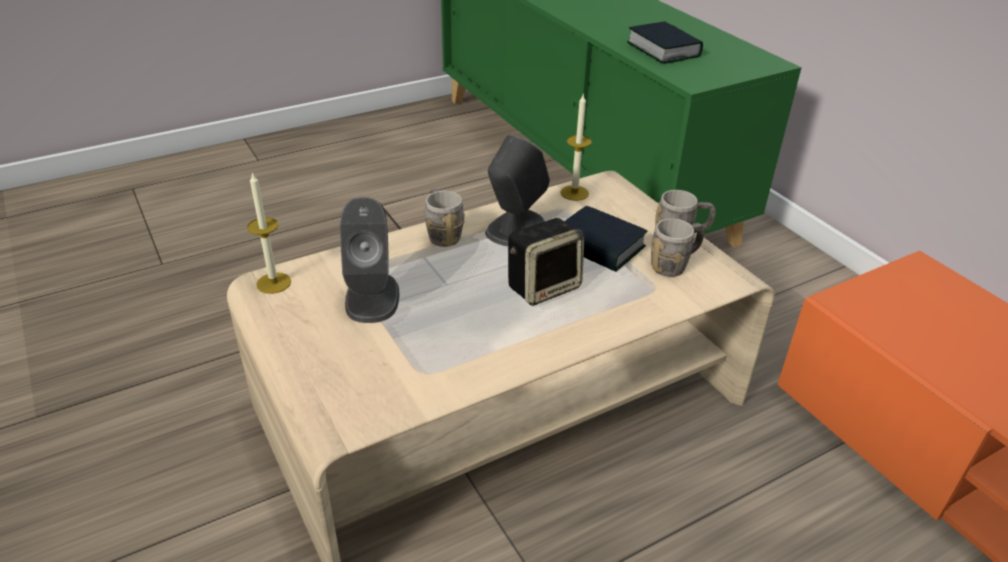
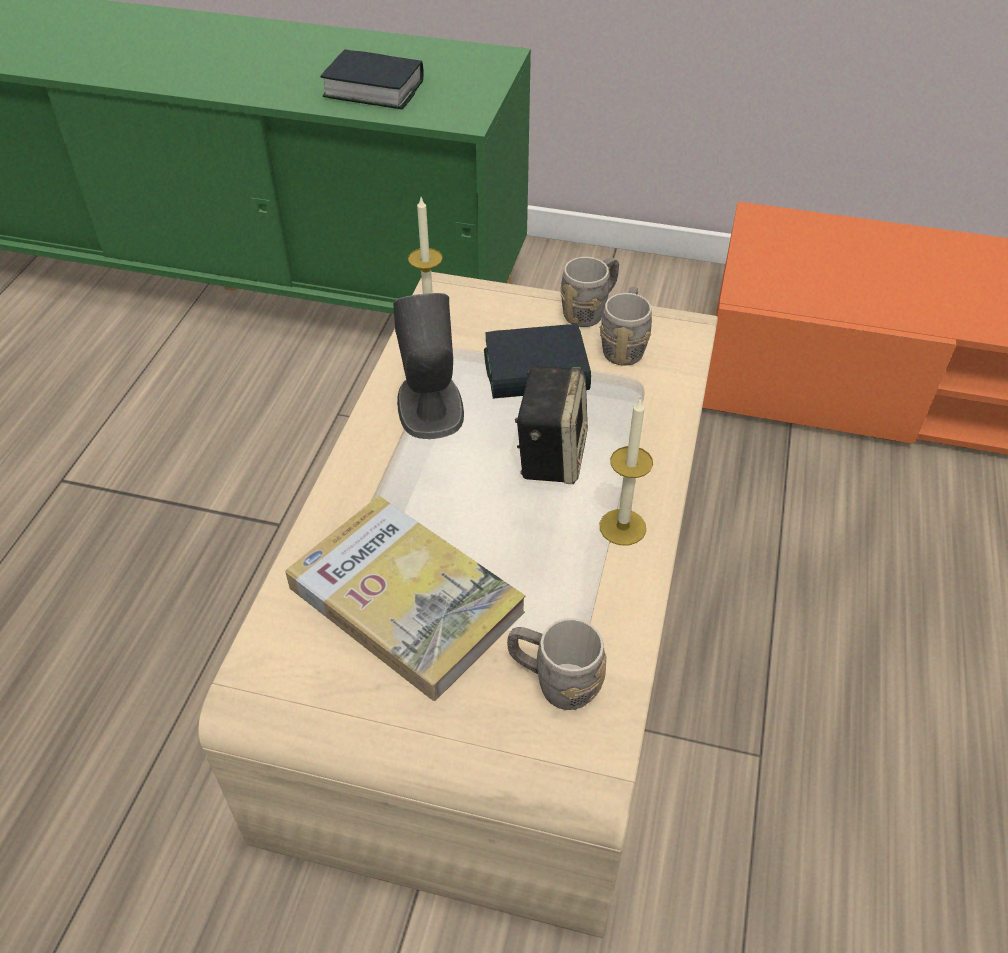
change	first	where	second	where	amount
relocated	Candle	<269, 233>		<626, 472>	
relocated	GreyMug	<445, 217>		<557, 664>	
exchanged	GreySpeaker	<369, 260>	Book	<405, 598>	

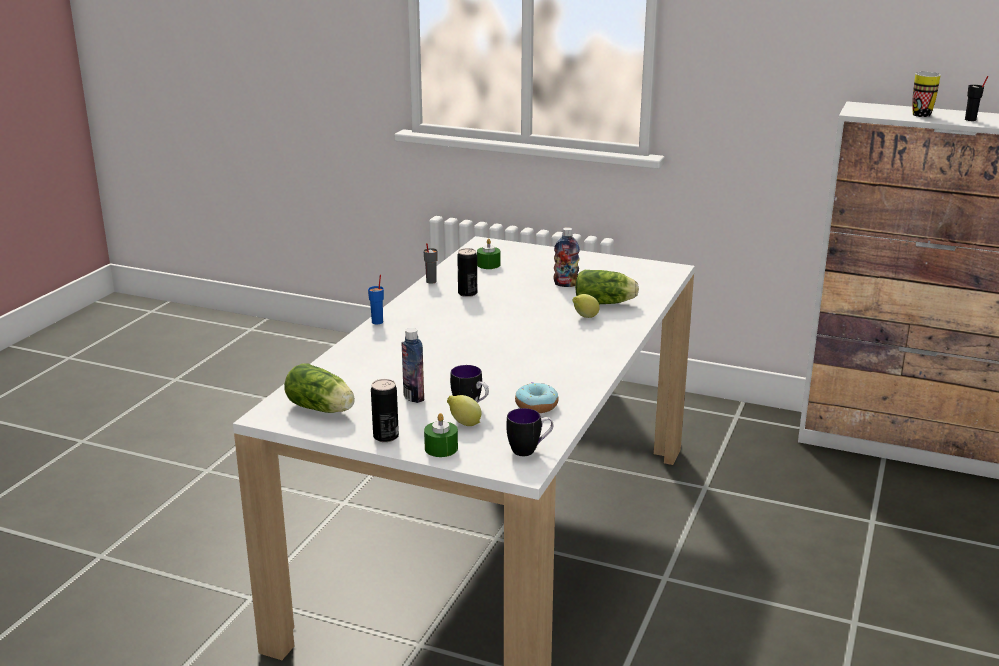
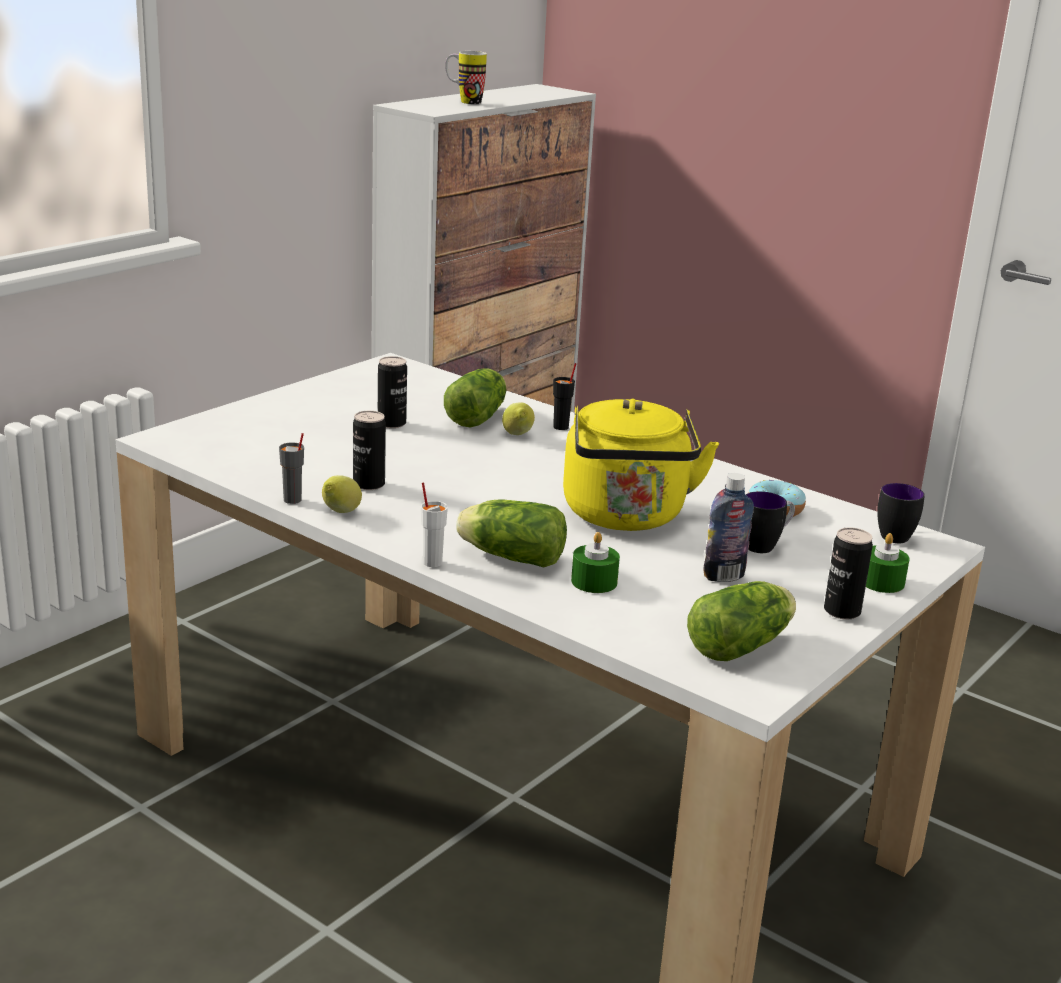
change	first	where	second	where	amount
appeared			Lettuce	<511, 533>	
appeared			YellowKettle	<641, 465>	
relocated	Lemon	<464, 410>		<342, 494>	
relocated	GreenCandle	<488, 253>		<595, 562>	
relocated	BlackCup	<976, 98>		<565, 396>	
exchanged	Bottle	<566, 257>	Can	<392, 392>	
colour	BlueCup	<376, 299>	WhiteCup	<434, 524>	

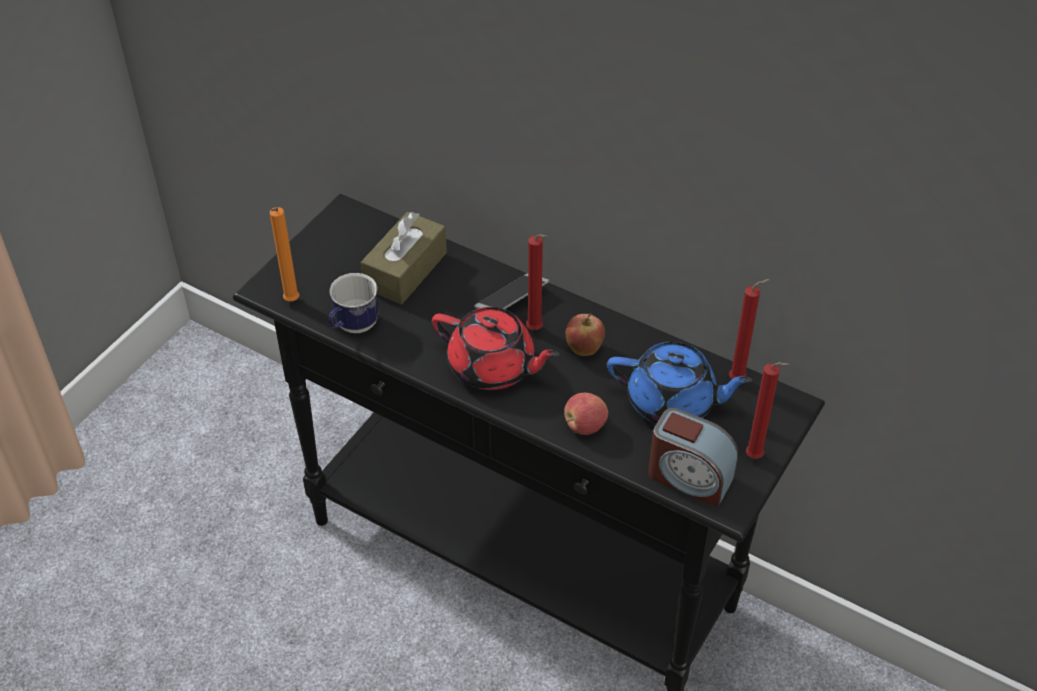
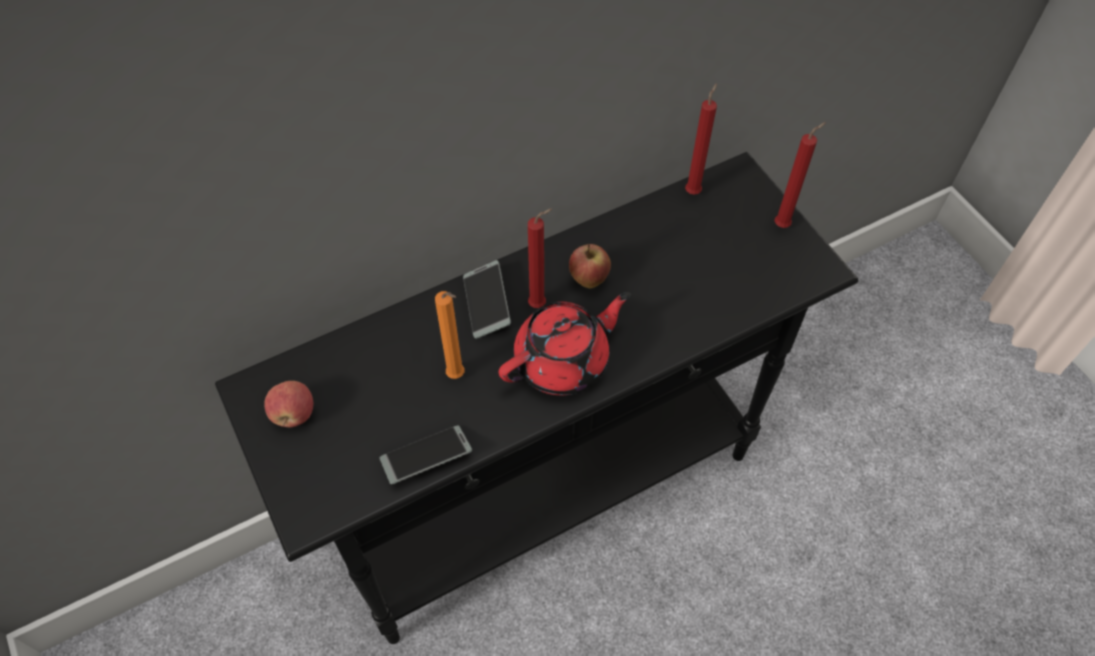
change	first	where	second	where	amount
missing	BrownTissueBox	<404, 257>			
missing	BlueTeapot	<680, 382>			
missing	AlarmClock	<693, 457>			
relocated	OrangeCandle	<284, 254>		<449, 335>	
relocated	Apple	<586, 414>		<288, 404>	
exchanged	Mug	<354, 303>	Phone	<426, 455>	

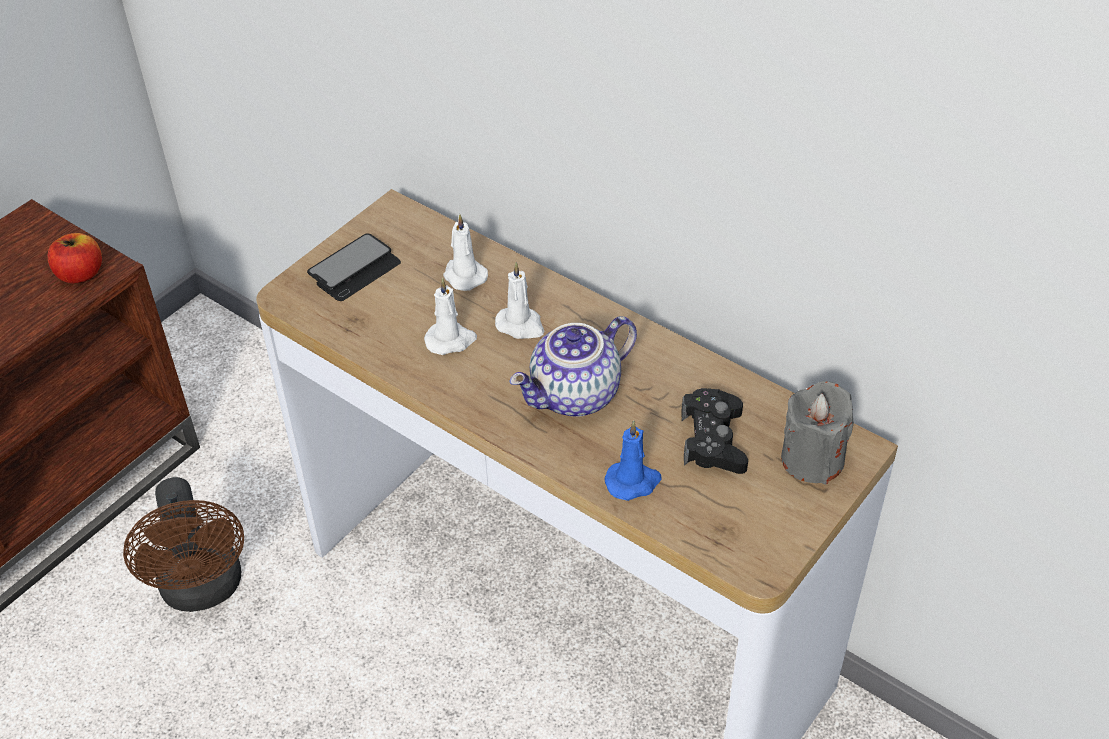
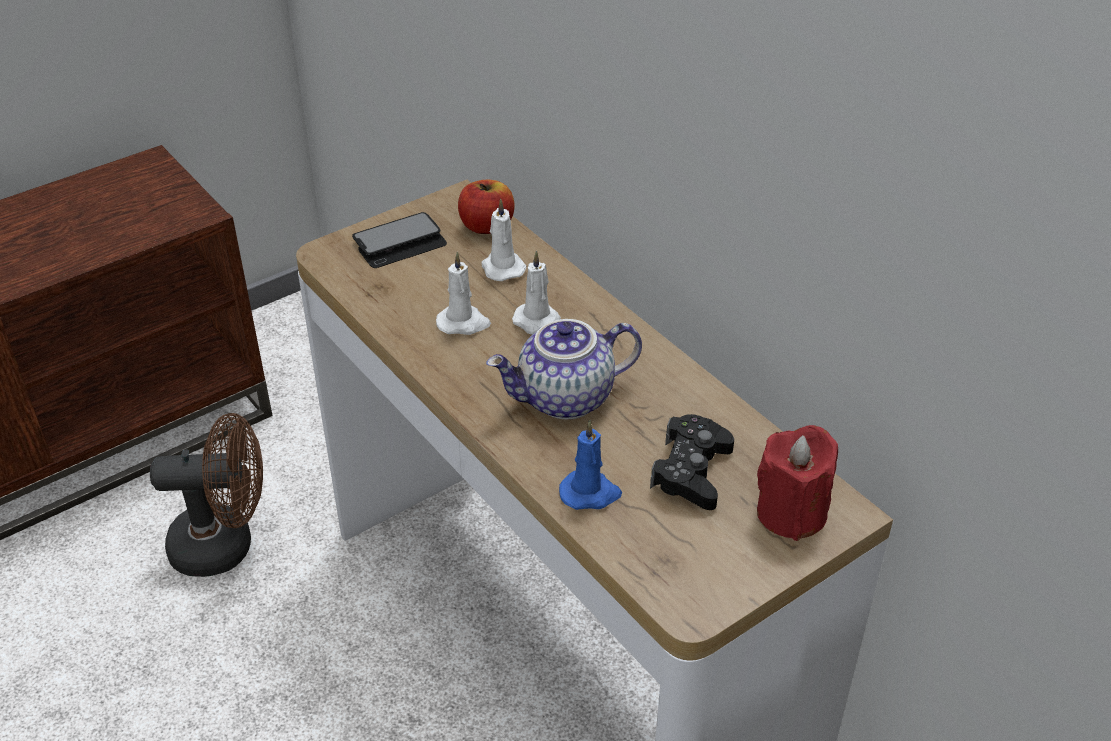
change	first	where	second	where	amount
relocated	Apple	<75, 258>		<486, 207>	
colour	GreyCandle	<817, 432>	RedCandle	<797, 483>	
spun	BrownFan	<183, 544>		<206, 495>	90 degrees counterclockwise

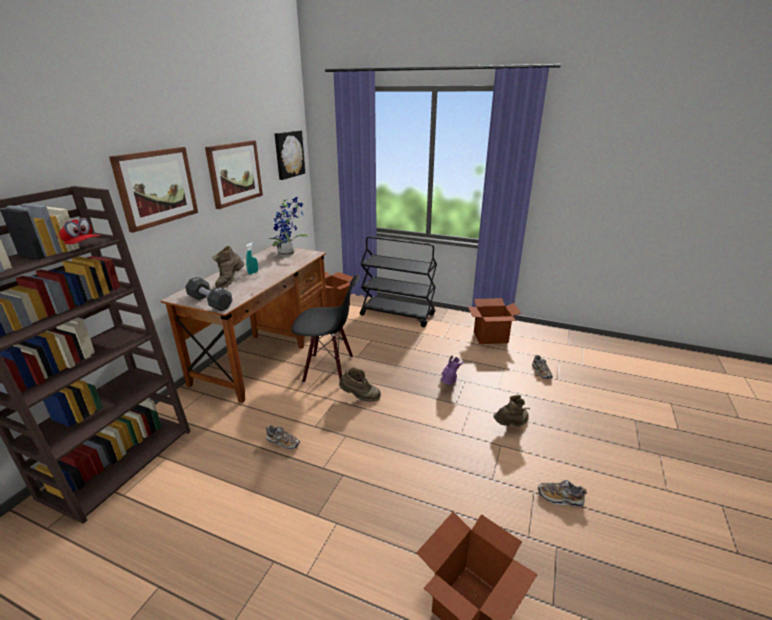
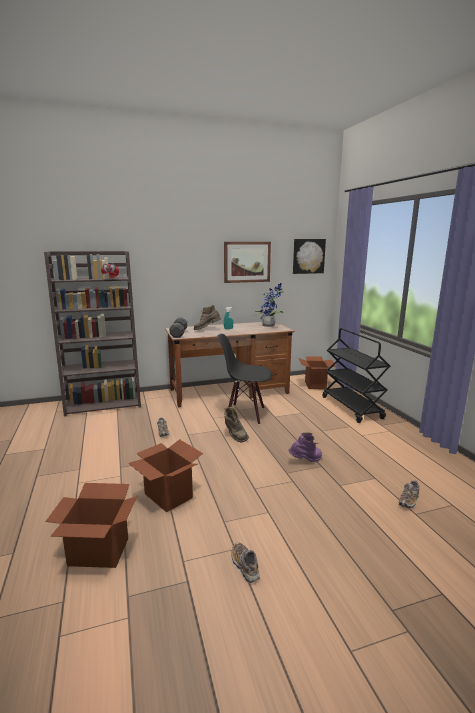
change	first	where	second	where	amount
missing	Picture	<153, 190>			
missing	BrownBoot	<512, 411>			
relocated	CardboardBox	<494, 321>		<165, 475>	
spun	BlackChair	<325, 329>		<244, 379>	135 degrees clockwise

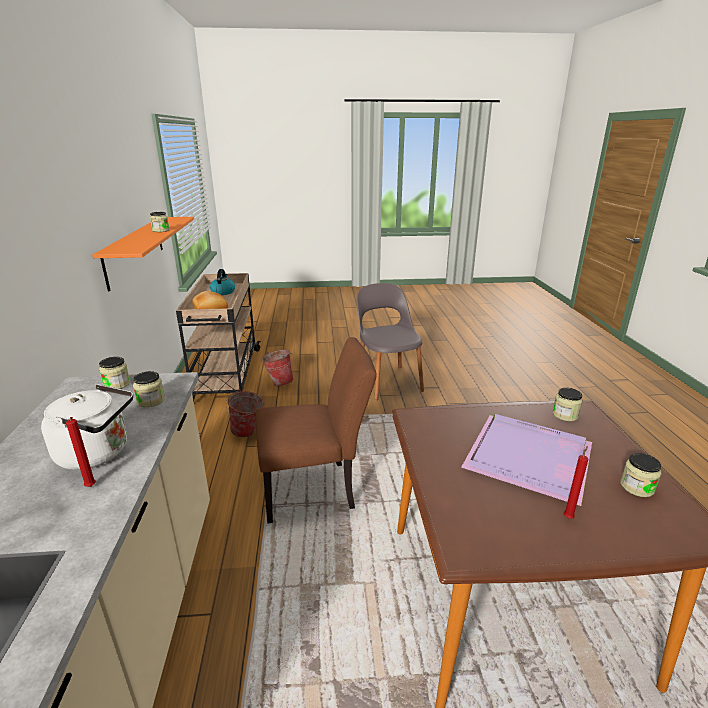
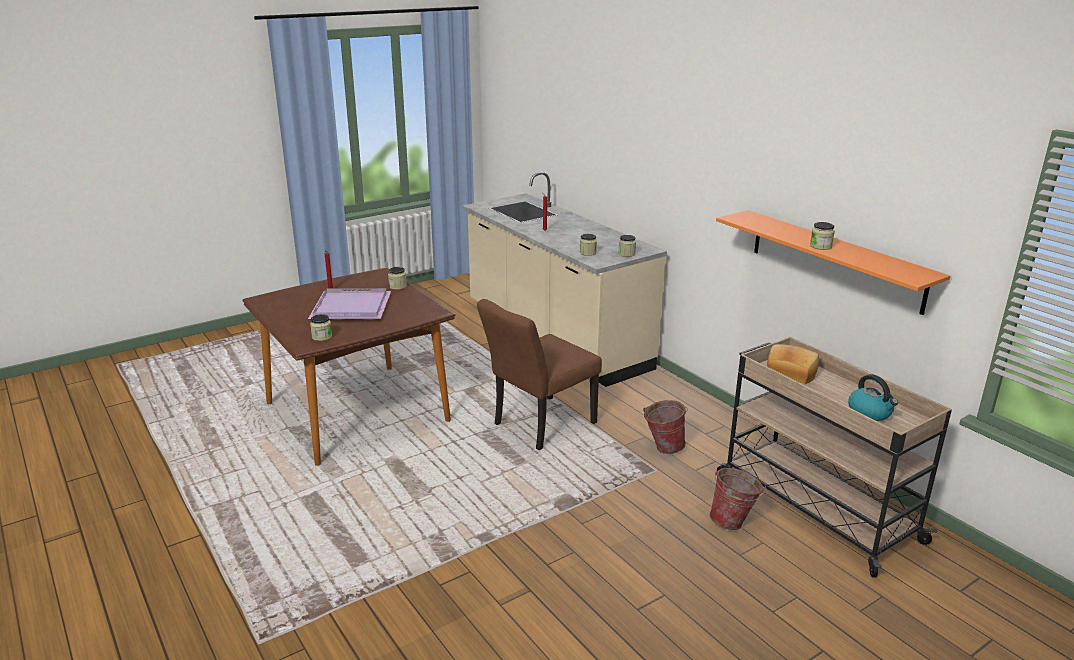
change	first	where	second	where	amount
missing	WhiteKettle	<87, 427>			
missing	GreyChair	<390, 341>			
relocated	Jar	<641, 475>		<397, 278>	

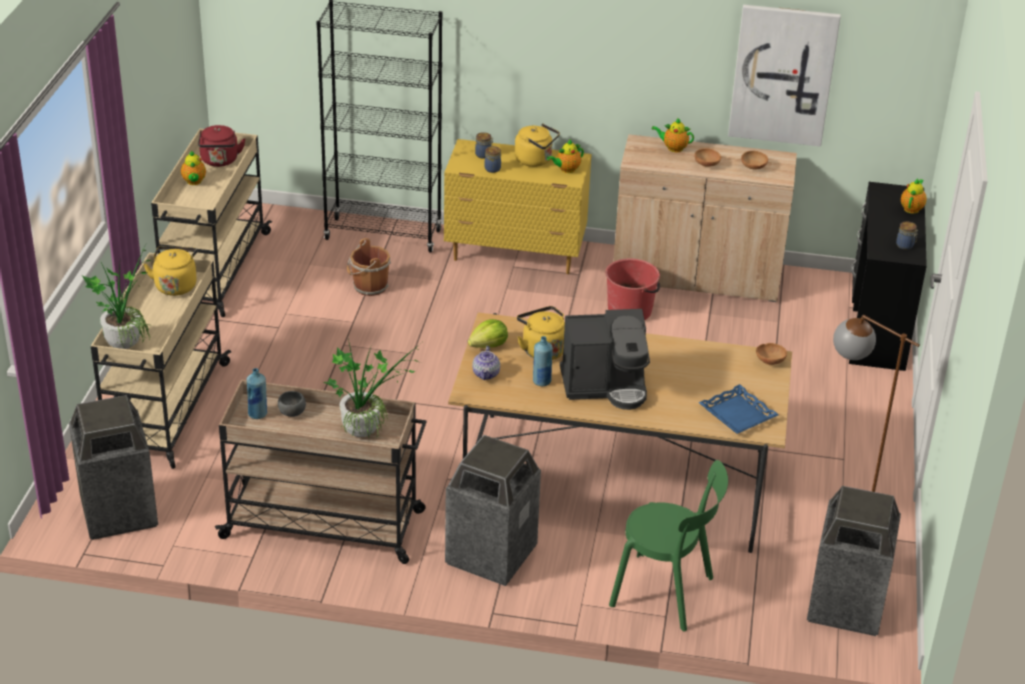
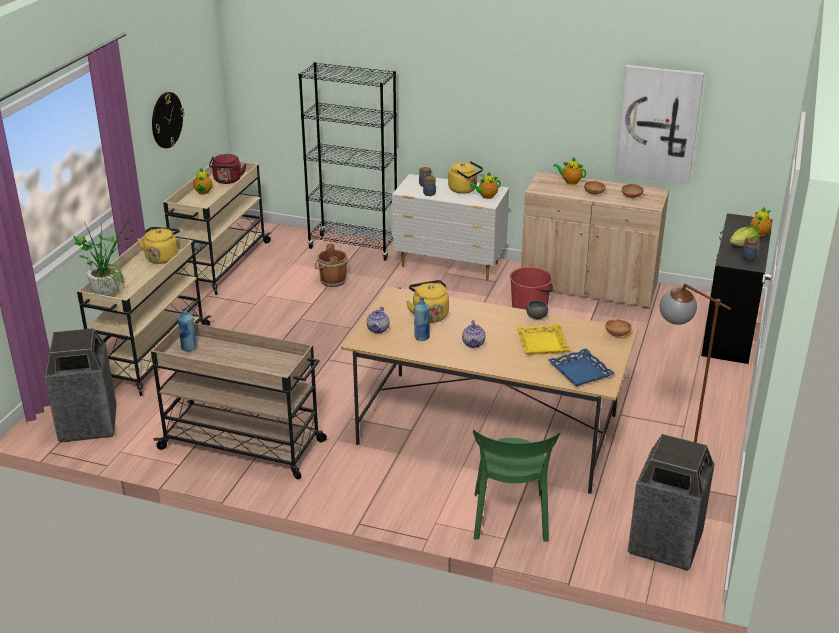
change	first	where	second	where	amount
missing	PottedPlant	<372, 388>			
missing	TrashCan	<493, 510>			
appeared			WallClock	<168, 120>	
appeared			YellowTray	<543, 339>	
relocated	GreyBowl	<292, 404>		<537, 309>	
relocated	Lettuce	<488, 333>		<744, 236>	
exchanged	CoffeeMachine	<605, 359>	Teapot	<473, 334>	
colour	YellowDresser	<518, 206>	WhiteDresser	<450, 227>	
spun	GreenChair	<668, 546>		<516, 486>	60 degrees clockwise

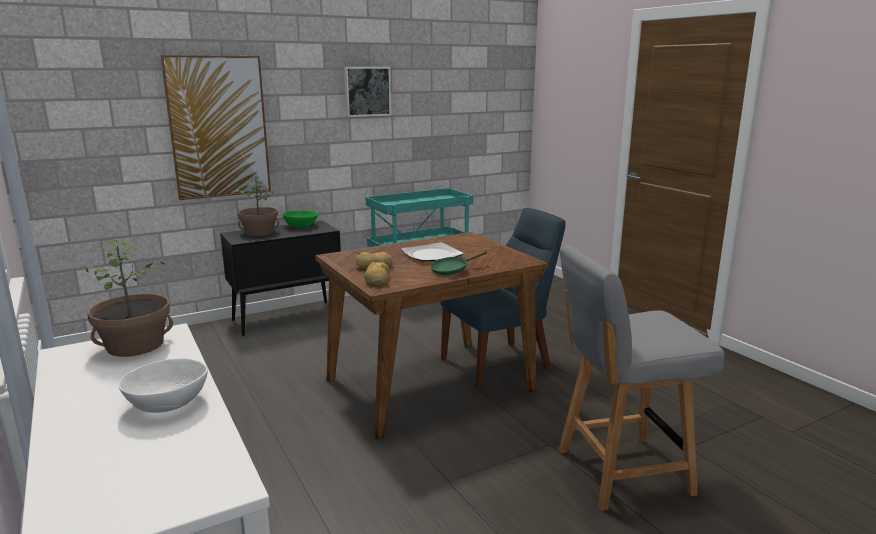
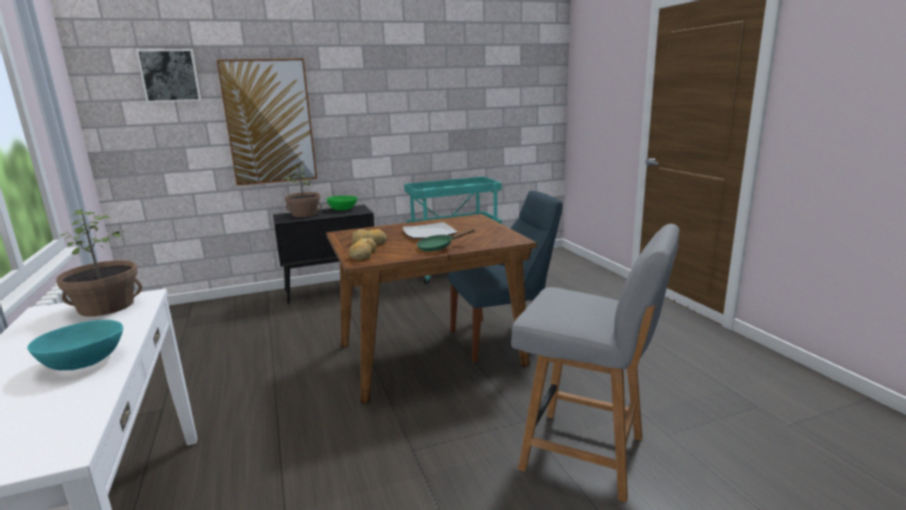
change	first	where	second	where	amount
relocated	Picture	<367, 92>		<168, 76>	
colour	WhiteBowl	<163, 385>	TurquoiseBowl	<75, 345>	
spun	GreyChair	<642, 378>		<595, 363>	150 degrees counterclockwise

